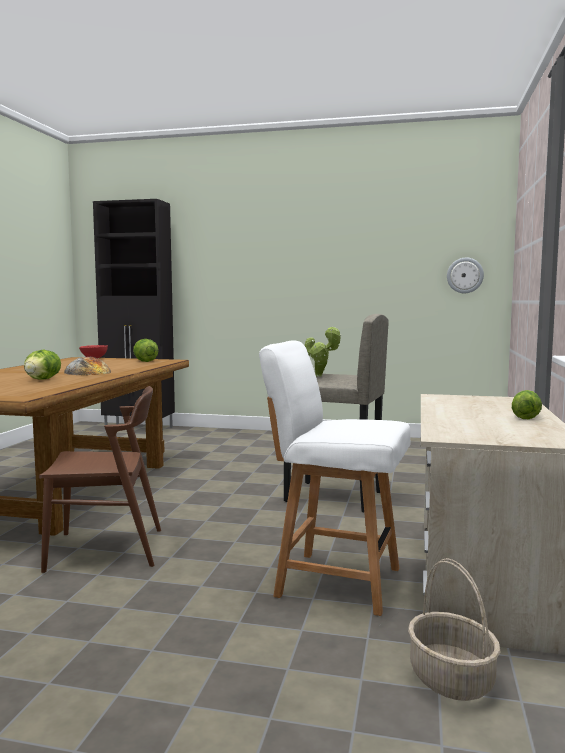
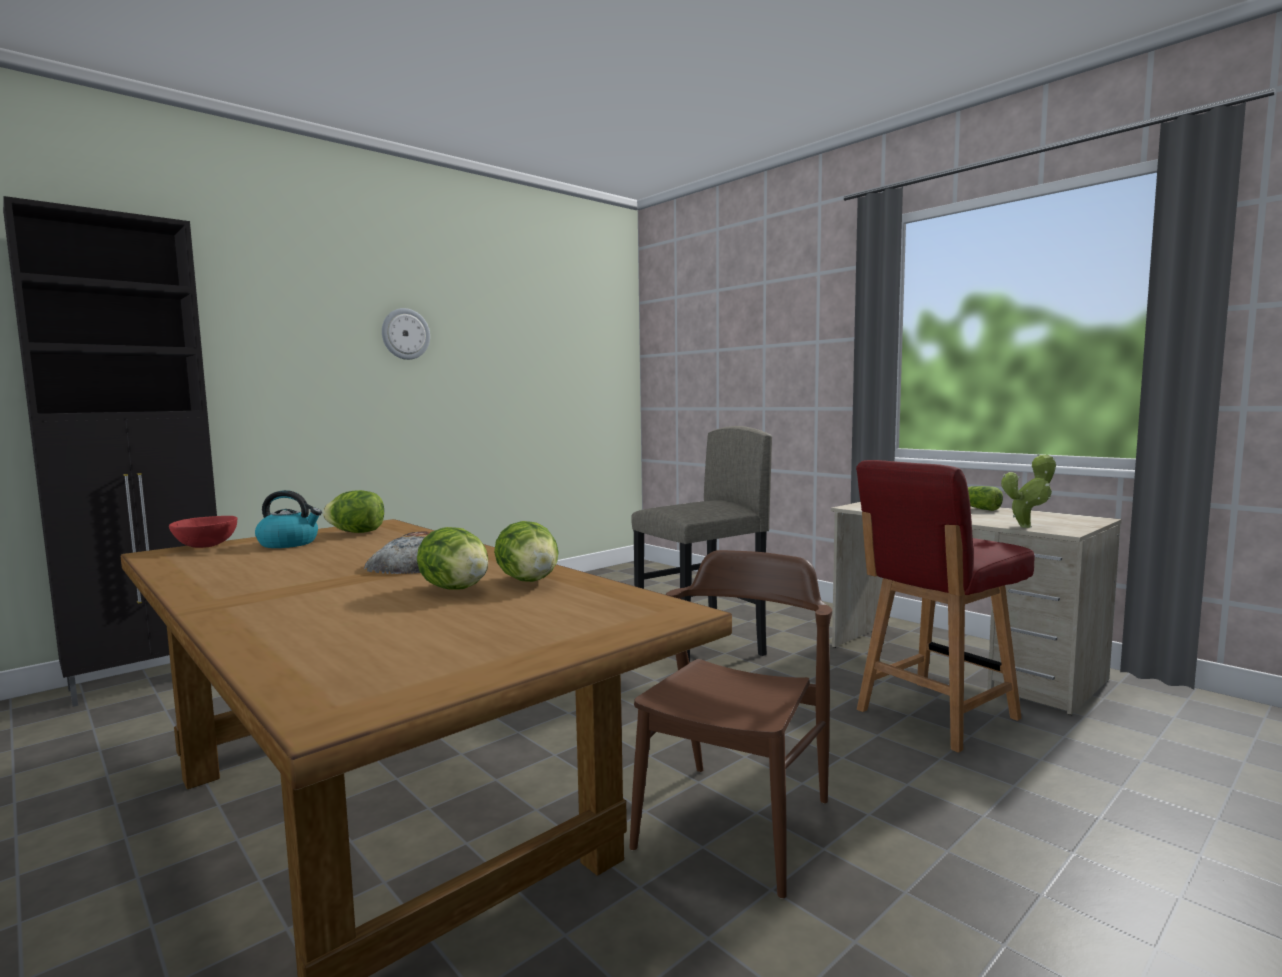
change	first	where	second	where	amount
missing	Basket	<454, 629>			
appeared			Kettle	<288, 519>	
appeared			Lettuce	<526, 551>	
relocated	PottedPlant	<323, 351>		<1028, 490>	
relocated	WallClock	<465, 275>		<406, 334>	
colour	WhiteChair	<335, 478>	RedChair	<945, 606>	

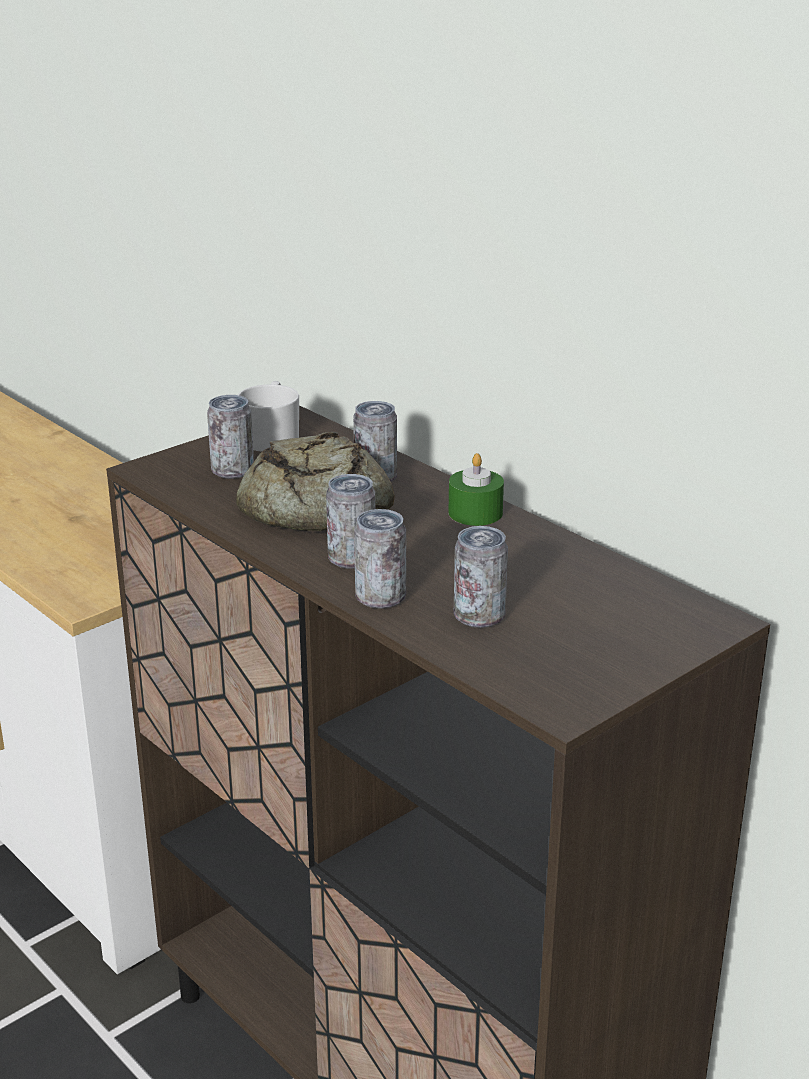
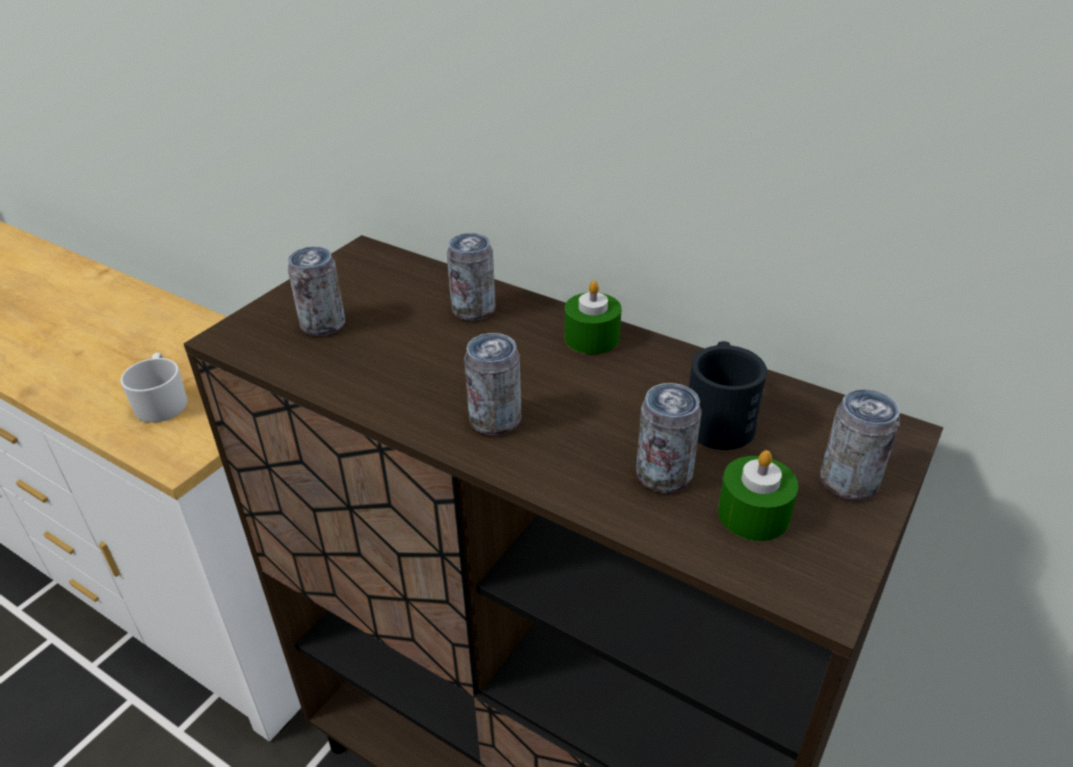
change	first	where	second	where	amount
missing	Bread	<315, 481>			
appeared			BlackMug	<728, 395>	
appeared			GreenCandle	<758, 495>	
relocated	WhiteMug	<268, 416>		<153, 388>	
relocated	Can	<380, 559>		<860, 444>	

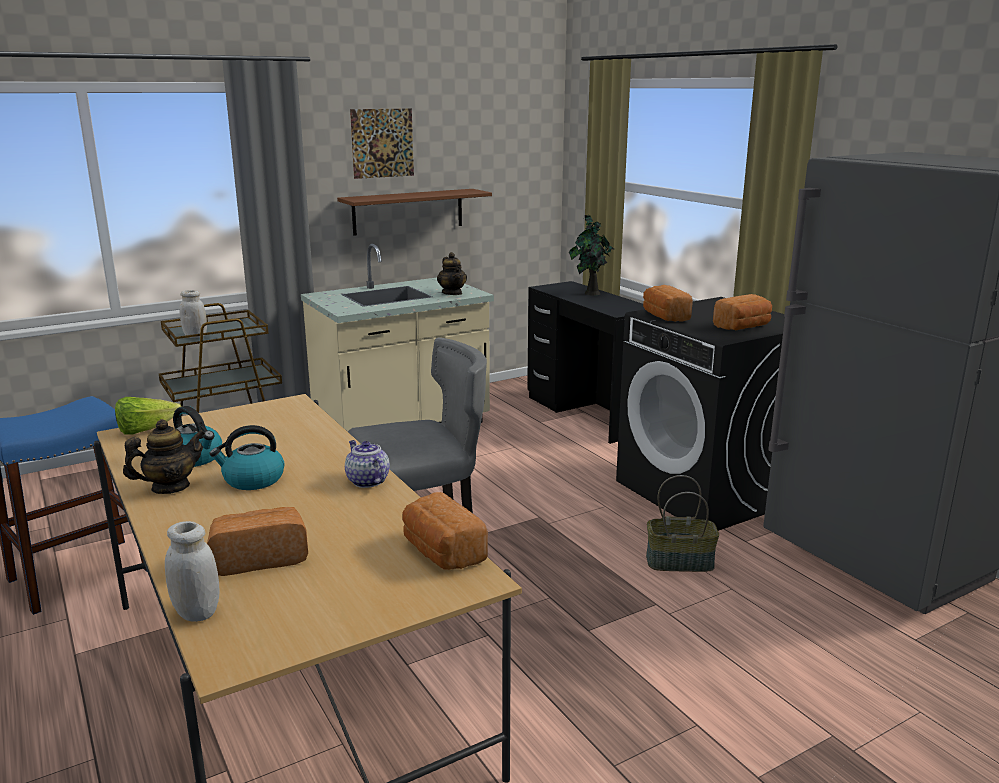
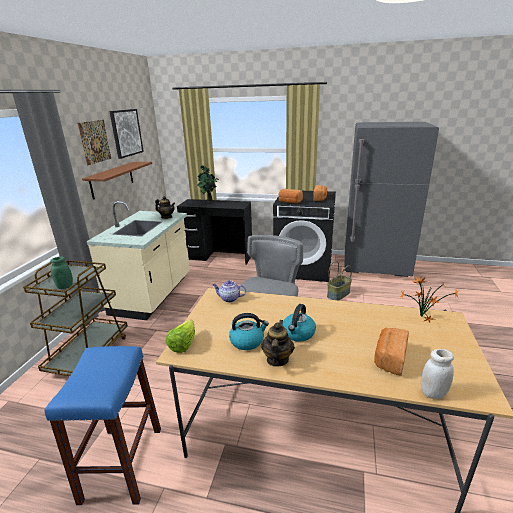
change	first	where	second	where	amount
appeared			Picture	<126, 134>	
relocated	Teapot	<367, 464>		<229, 291>	
exchanged	Bread	<445, 531>	PottedPlant	<430, 299>	
colour	WhiteJar	<193, 314>	GreenJar	<61, 273>	

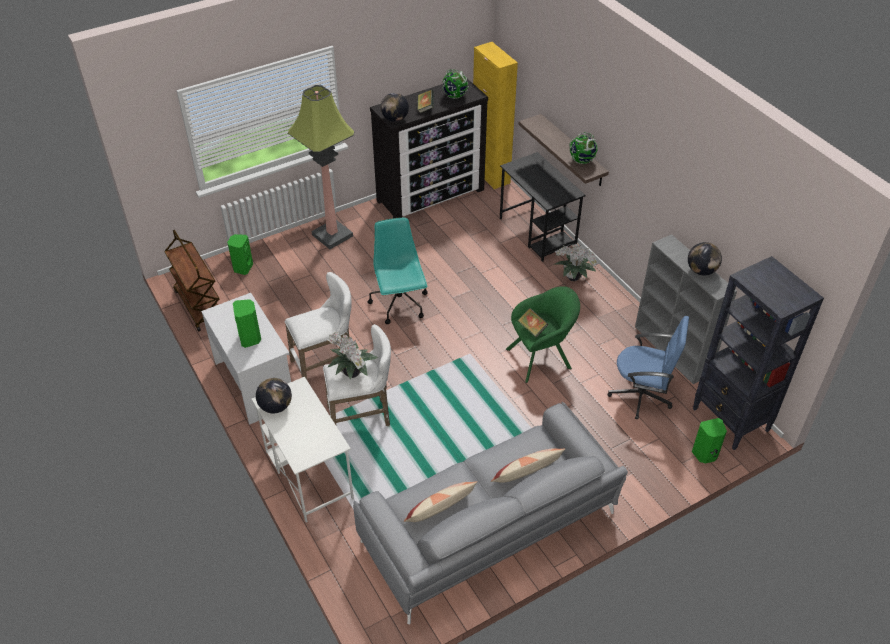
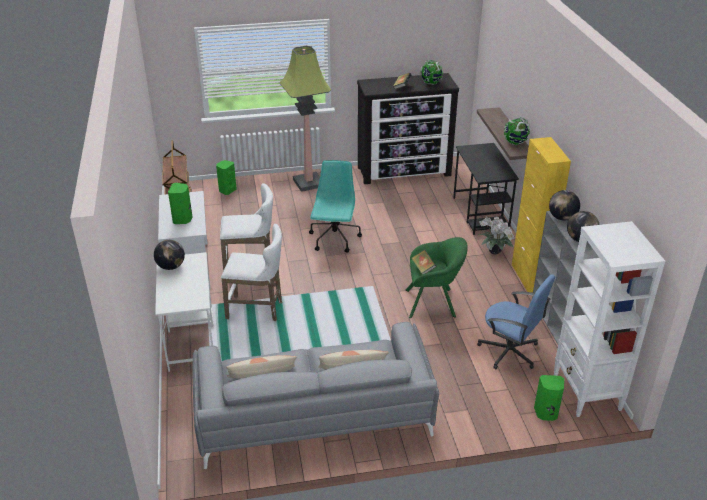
change	first	where	second	where	amount
missing	PottedPlant	<352, 355>			
relocated	Globe	<395, 107>		<564, 205>	
relocated	YellowCabinet	<495, 115>		<541, 214>	
colour	BlackBookcase	<758, 353>	WhiteBookcase	<609, 319>	

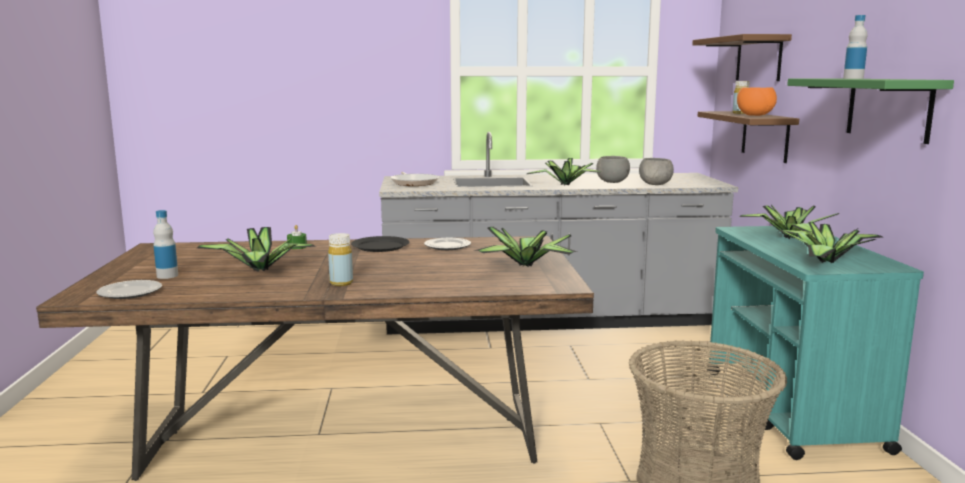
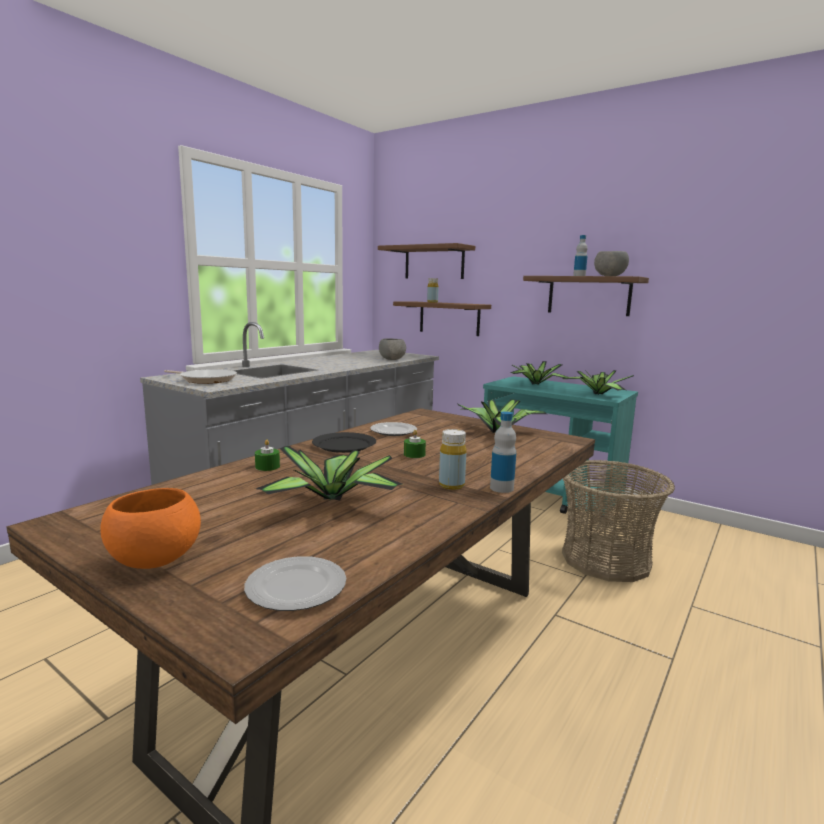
change	first	where	second	where	amount
missing	PottedPlant	<565, 171>			
appeared			GreenCandle	<415, 444>	
relocated	Bottle	<165, 244>		<503, 452>	
relocated	GreyBowl	<613, 169>		<611, 263>	
relocated	OrangeBowl	<757, 101>		<150, 528>	
colour	GreenShelf	<870, 111>	BrownShelf	<586, 296>	

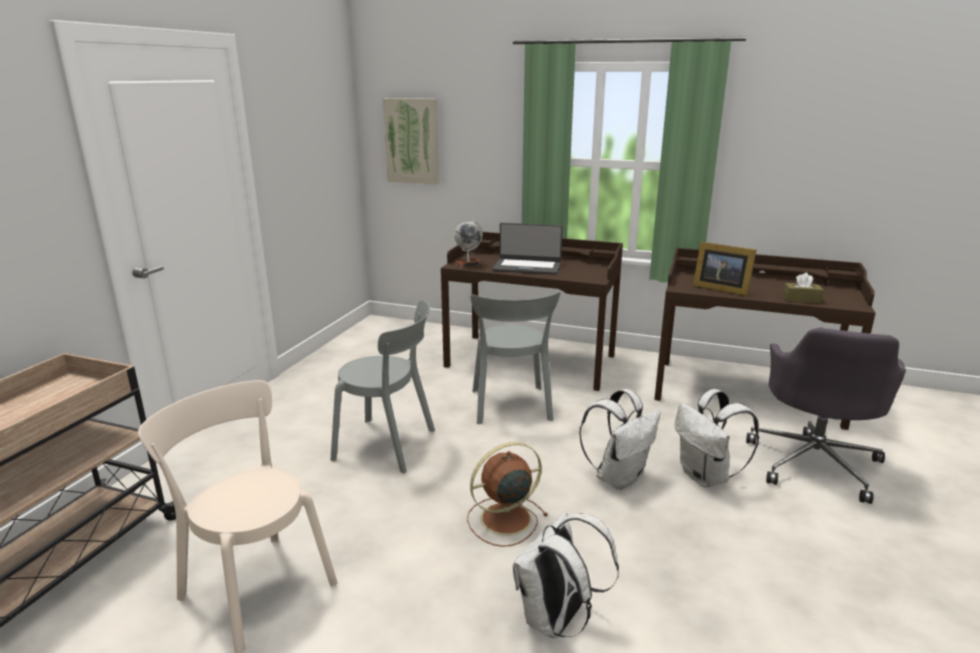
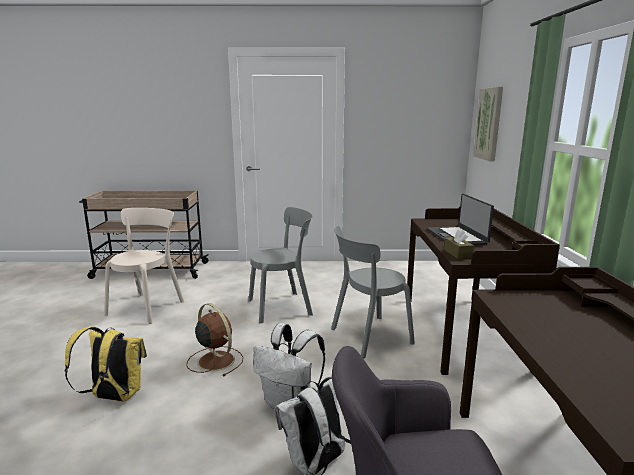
change	first	where	second	where	amount
missing	Globe	<468, 244>			
missing	PictureFrame	<725, 269>			
relocated	BrownTissueBox	<803, 288>		<459, 244>	
colour	WhiteBackpack	<566, 574>	YellowBackpack	<106, 364>	
spun	GreyChair	<382, 386>		<280, 265>	105 degrees counterclockwise

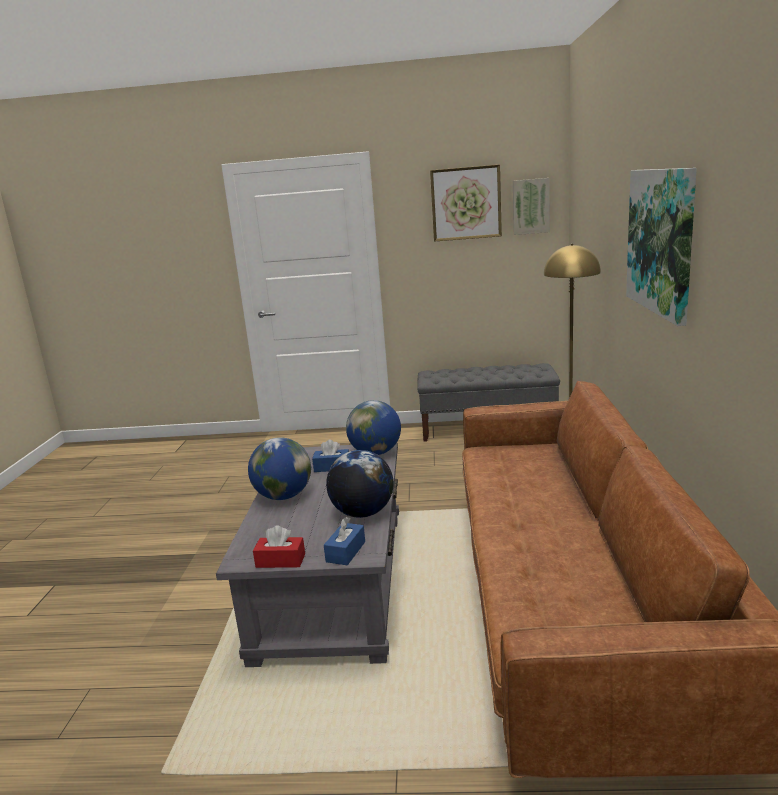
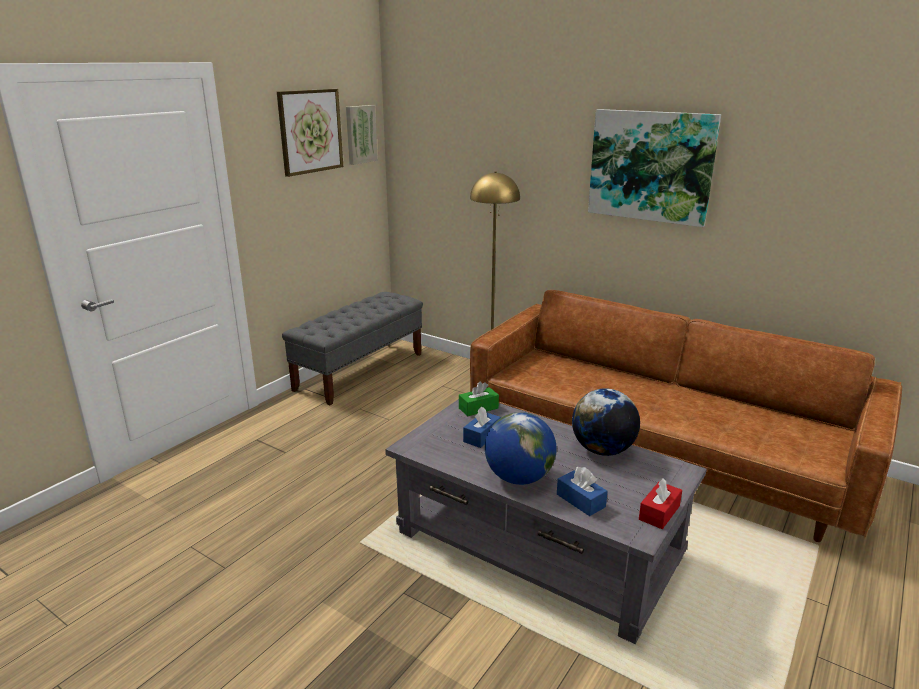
change	first	where	second	where	amount
relocated	BlueTissueBox	<344, 541>		<582, 491>	
exchanged	Globe	<373, 427>	GreenTissueBox	<479, 399>	

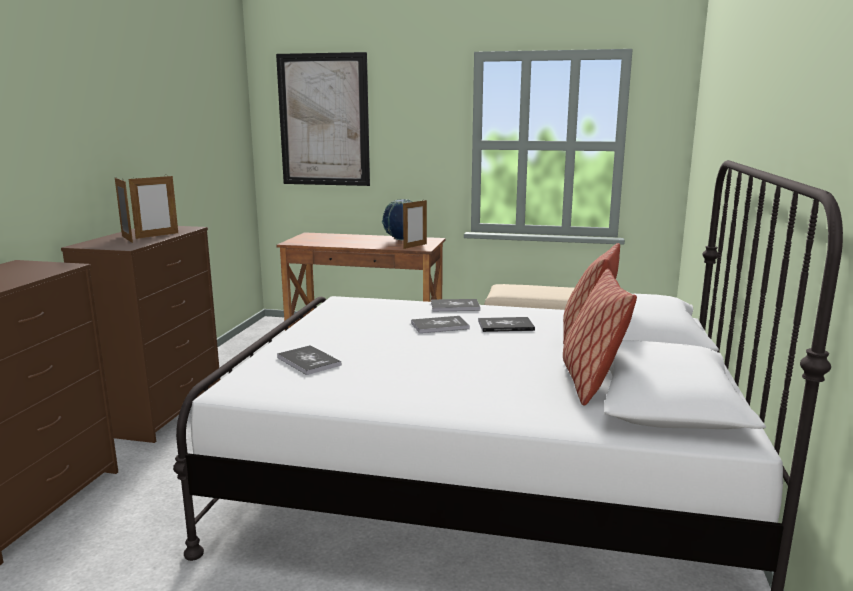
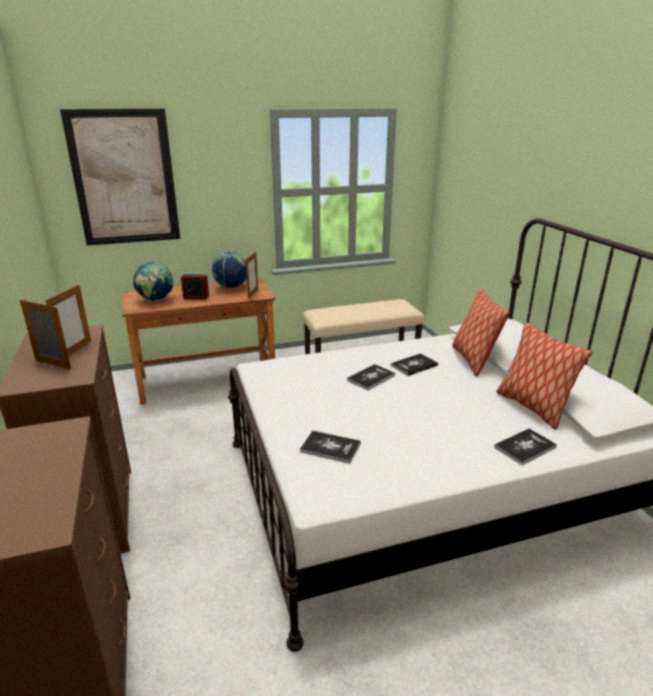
change	first	where	second	where	amount
appeared			Globe	<153, 281>	
appeared			AlarmClock	<195, 286>	
relocated	Book	<455, 305>		<525, 446>	

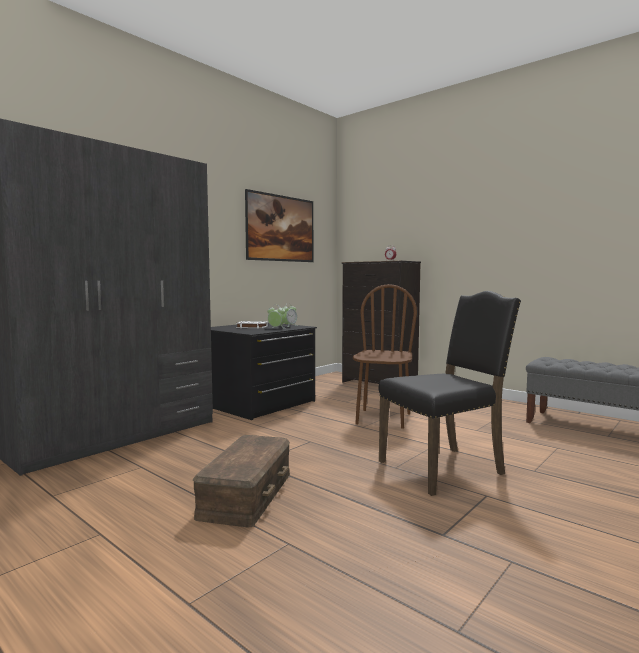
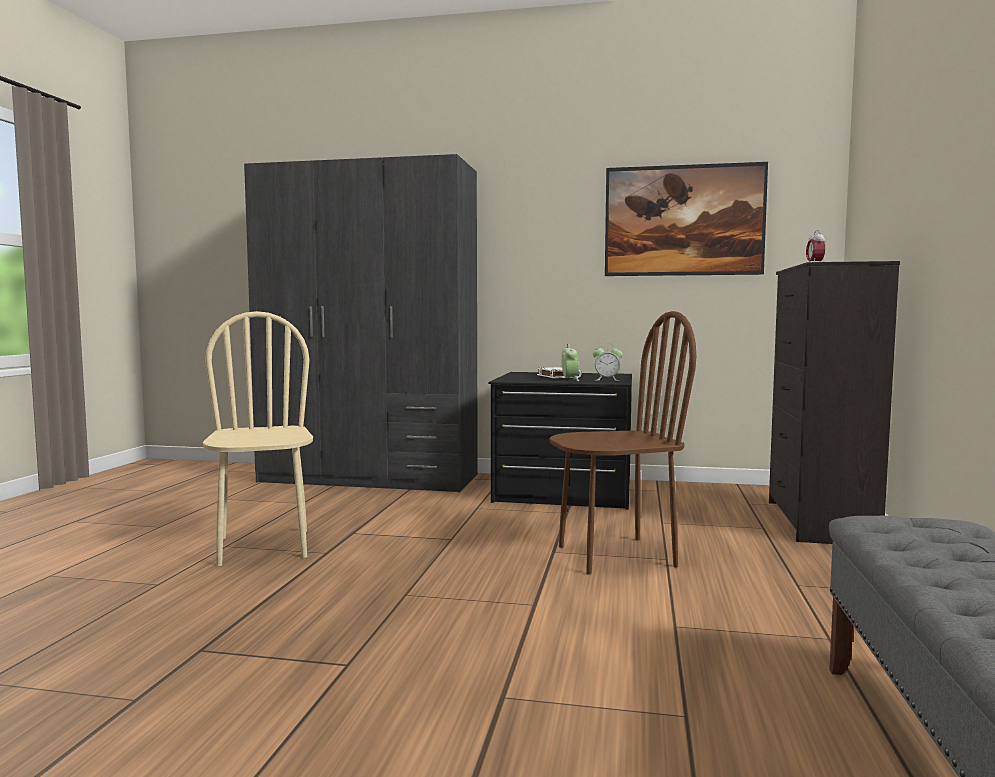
change	first	where	second	where	amount
missing	BlackChair	<449, 393>			
exchanged	BrownStorageBox	<241, 481>	BeigeChair	<258, 438>	

